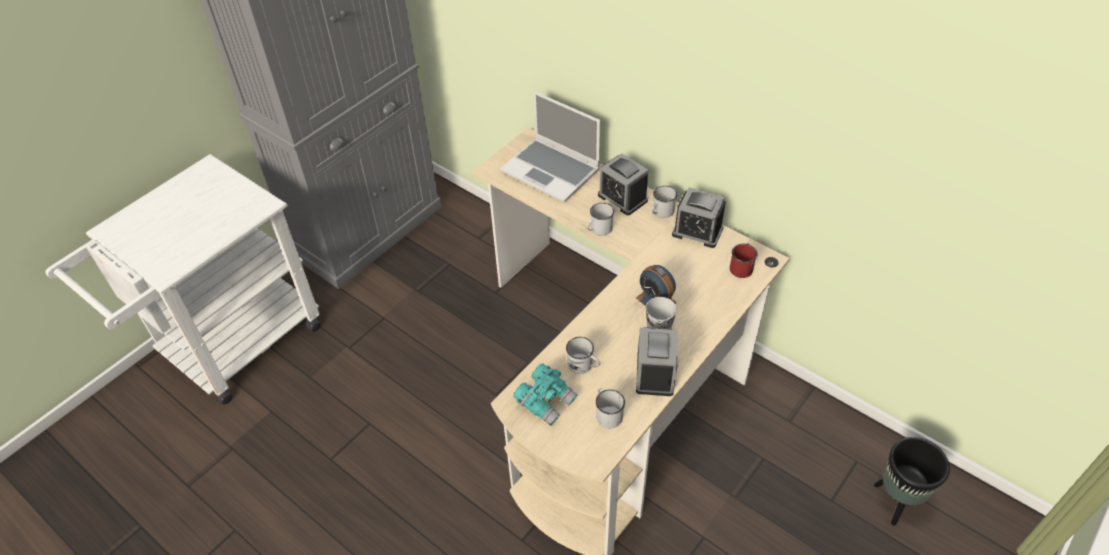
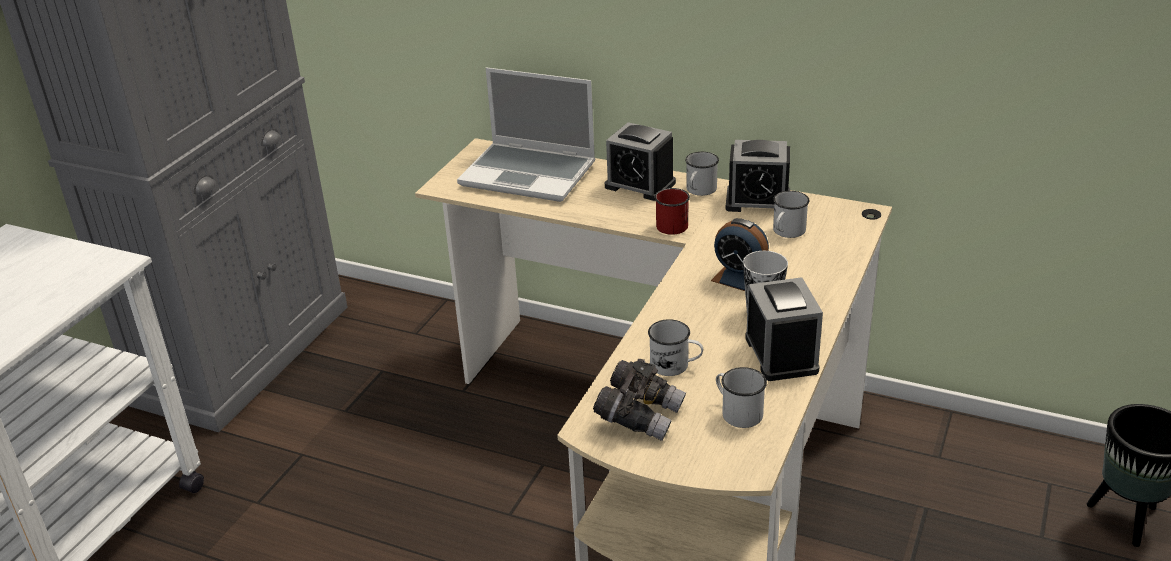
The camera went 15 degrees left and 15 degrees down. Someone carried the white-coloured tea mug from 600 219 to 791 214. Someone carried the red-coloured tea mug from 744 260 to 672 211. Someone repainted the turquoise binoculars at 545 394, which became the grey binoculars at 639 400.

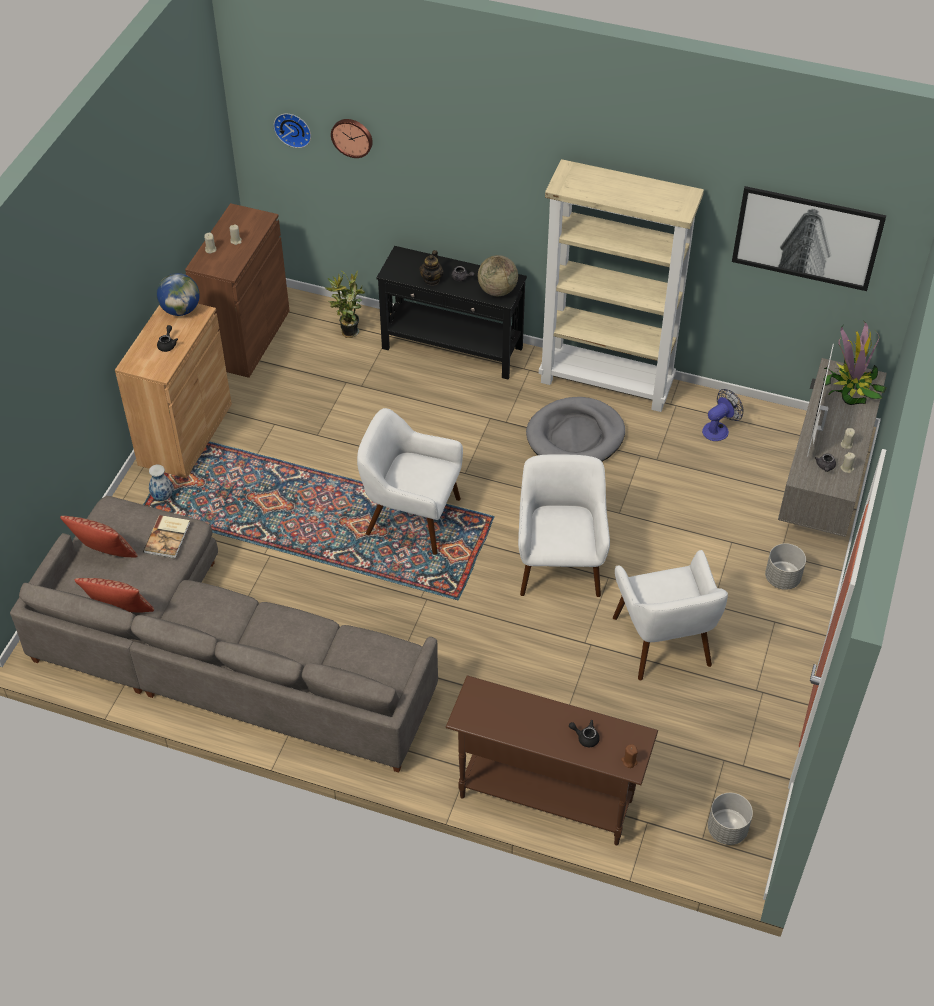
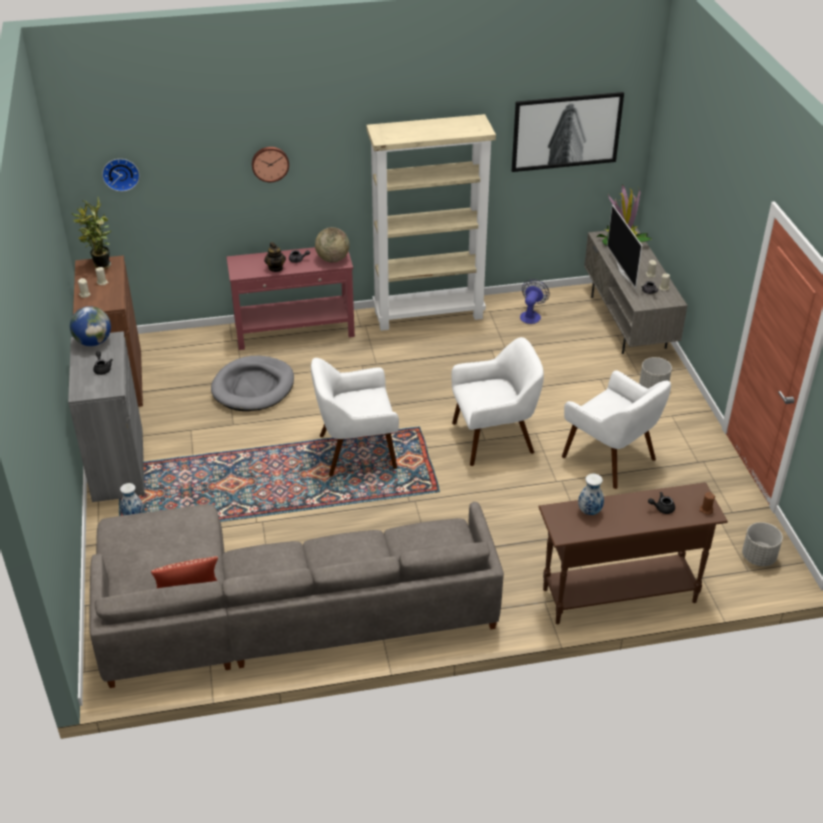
The camera went 30 degrees left and 10 degrees down. Someone carried the hanging clock from 352 138 to 270 164. Someone repainted the blackish console table at 452 312, which became the red-coloured console table at 290 298. Someone carried the houseplant from 345 304 to 92 233. Someone repainted the brown storage cabinet at 173 391, which became the grey storage cabinet at 106 416. Someone carried the grey dog cushion from 575 429 to 252 383. Someone rotated the white-coloured armchair at 564 525 by 105 degrees clockwise. Someone took away the bound book at 166 537. Someone took away the pillow at 98 537. Someone put down the vase at 591 494.

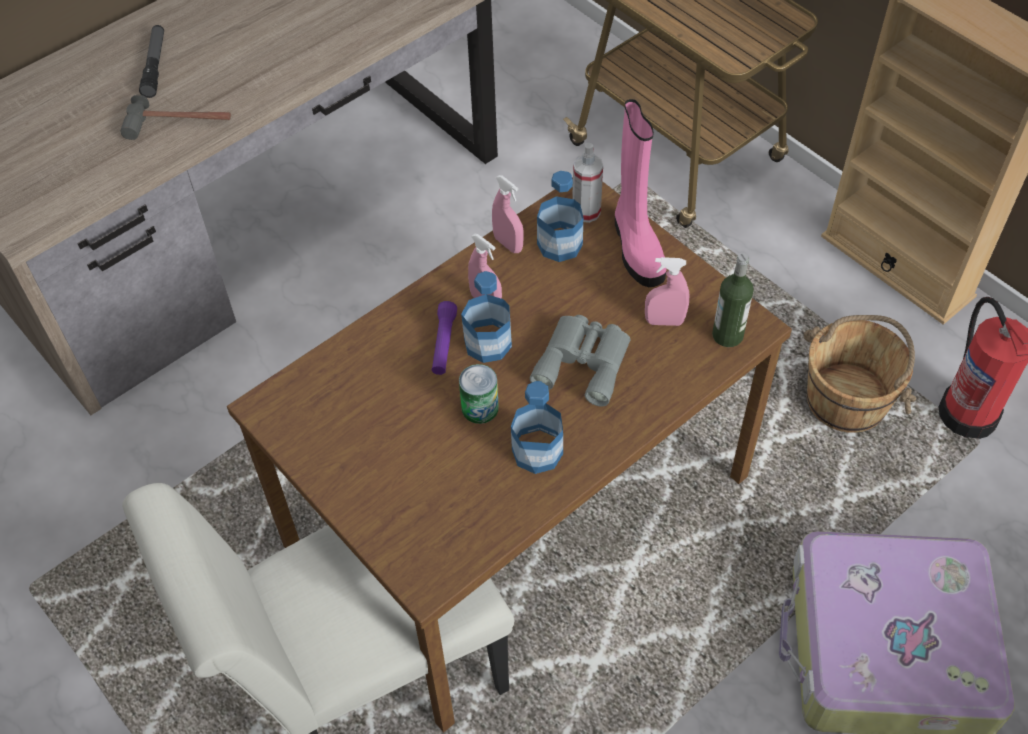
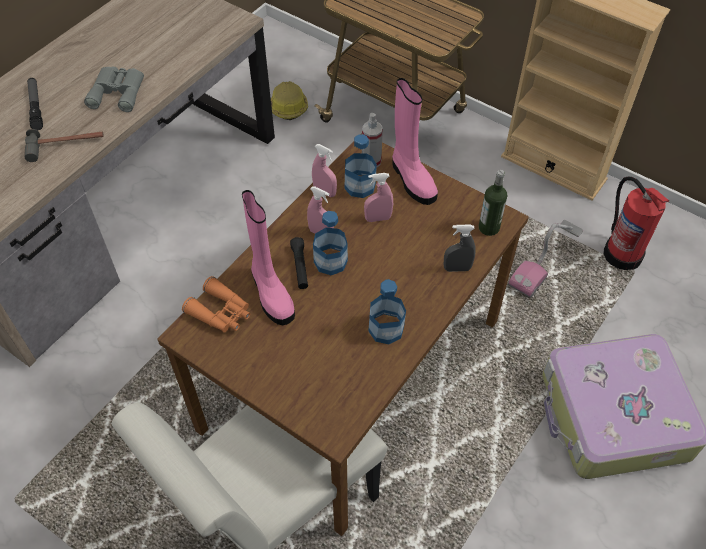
The camera went 15 degrees left and 0 degrees up. Someone carried the pink spray bottle from 667 291 to 378 197. Someone repainted the purplish torch at 444 338, which became the blackish torch at 299 263. Someone carried the grey binoculars from 580 361 to 114 89. Someone swapped the brown bucket at 860 374 for the vacuum cleaner at 545 259. Someone took away the can at 479 394. Someone put down the work helmet at 289 100. Someone put down the pink tall boot at 268 257. Someone put down the grey spray bottle at 460 248. Someone put down the orange-coloured binoculars at 216 304.

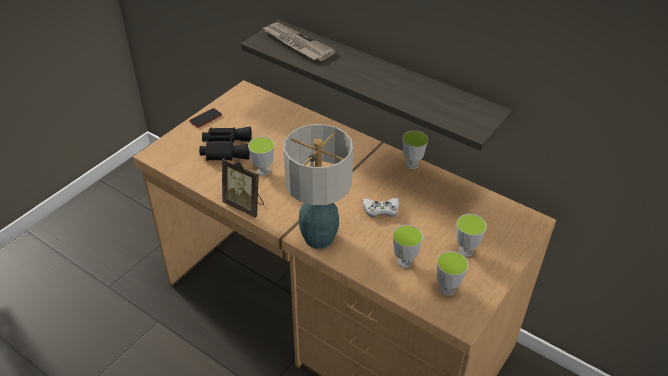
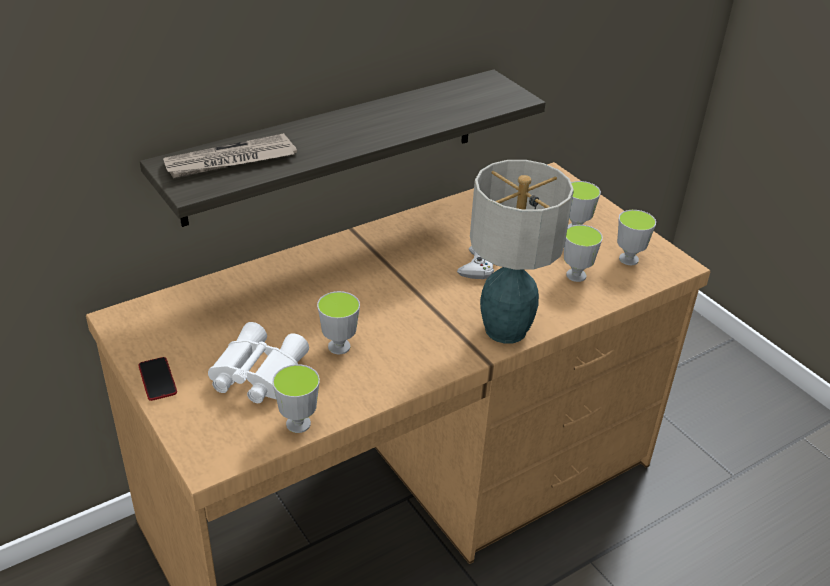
The camera went 70 degrees left and 5 degrees down. Someone repainted the blackish binoculars at 225 144, which became the white-coloured binoculars at 258 362. Someone carried the small cup from 415 149 to 296 398. Someone took away the picture frame at 243 188.

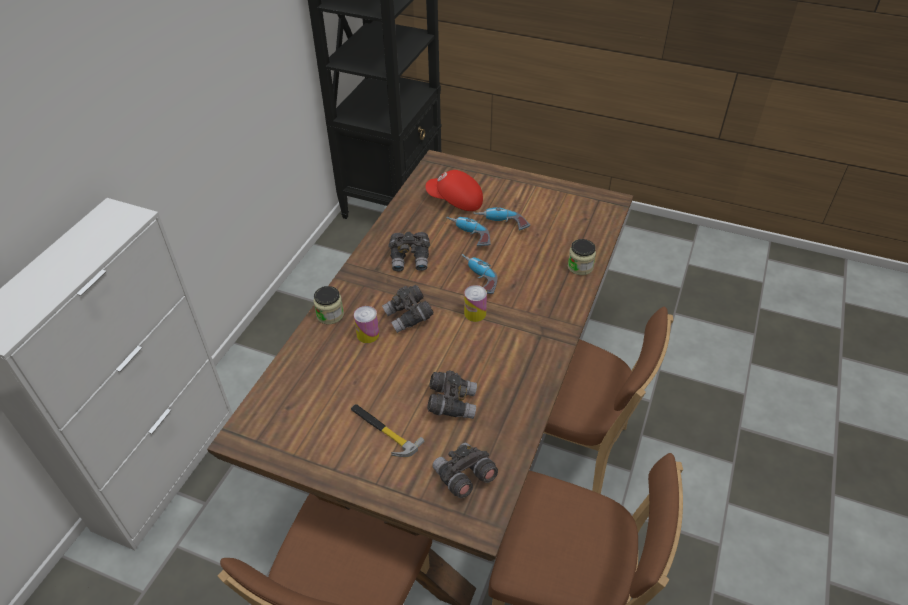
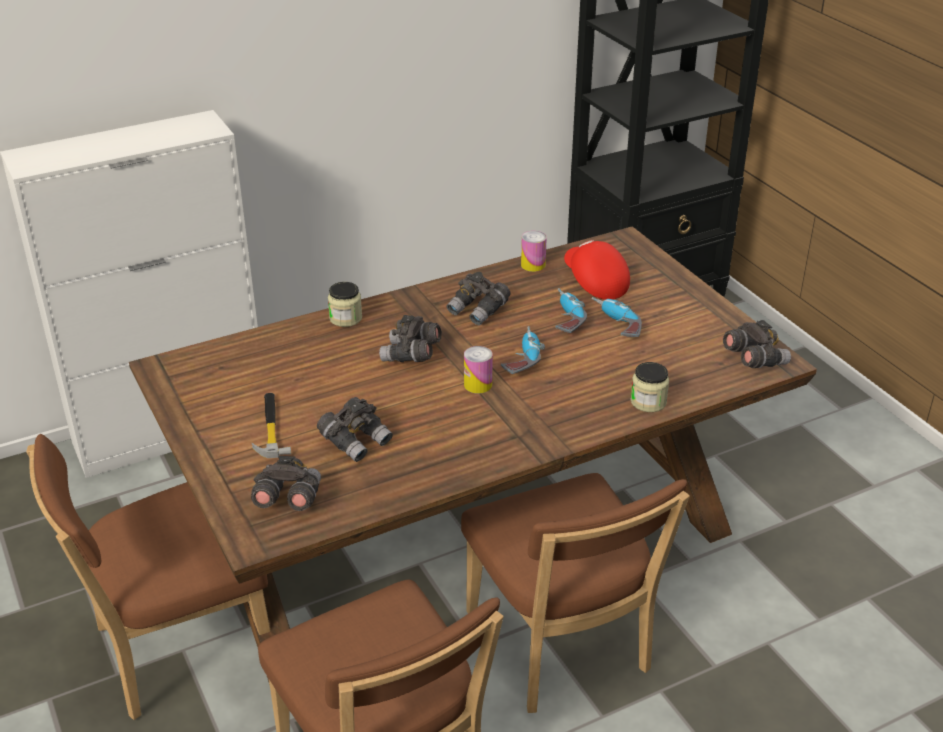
The camera went 40 degrees right and 10 degrees down. Someone carried the can from 366 324 to 534 251. Someone put down the grey binoculars at 757 344.

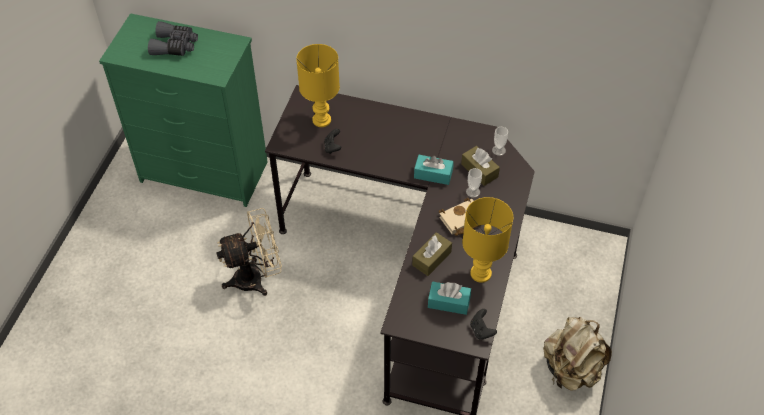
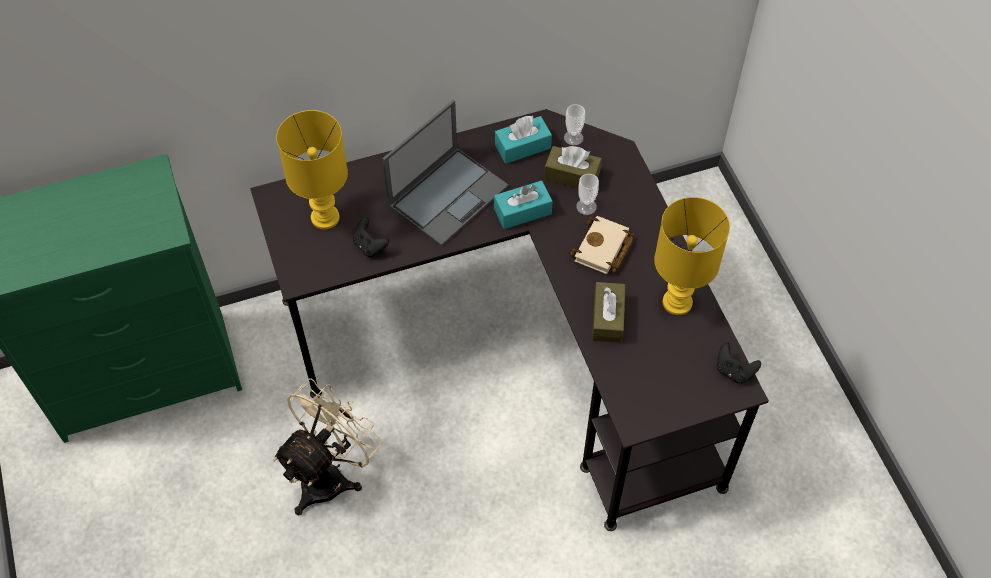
The camera went 35 degrees left and 5 degrees up. Someone took away the grey binoculars at 173 38. Someone carried the turquoise tissue box from 449 298 to 523 139. Someone took away the beige backpack at 577 354. Someone put down the portable computer at 445 173.

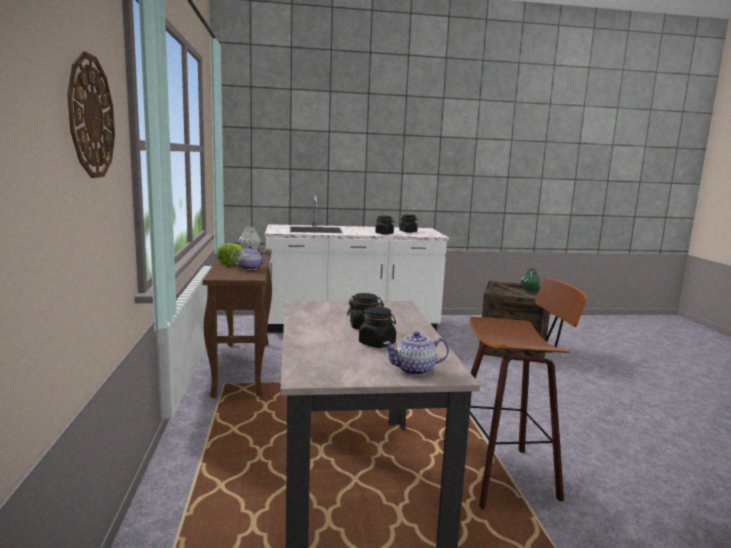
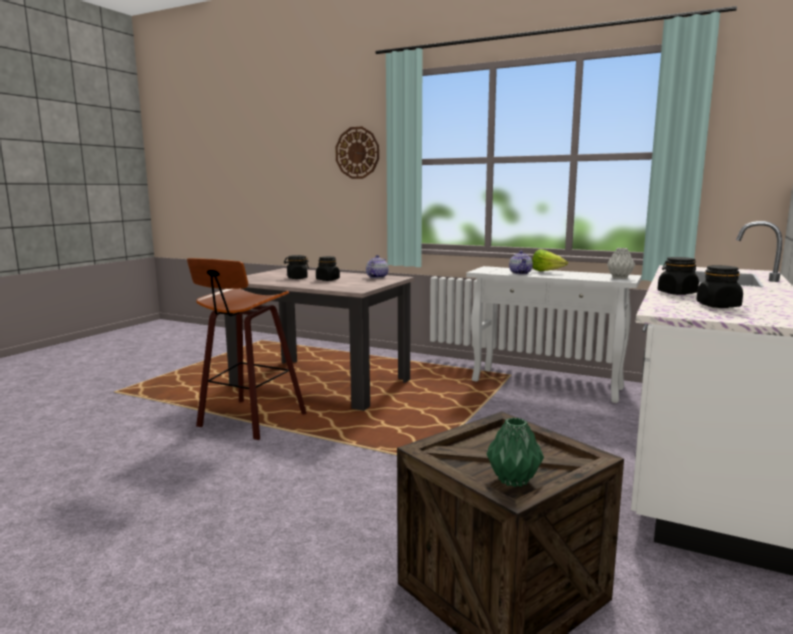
The camera went 125 degrees right and 0 degrees up. Someone repainted the brown console table at 237 323, which became the white-coloured console table at 554 334. Someone carried the tea pot from 416 353 to 377 266.

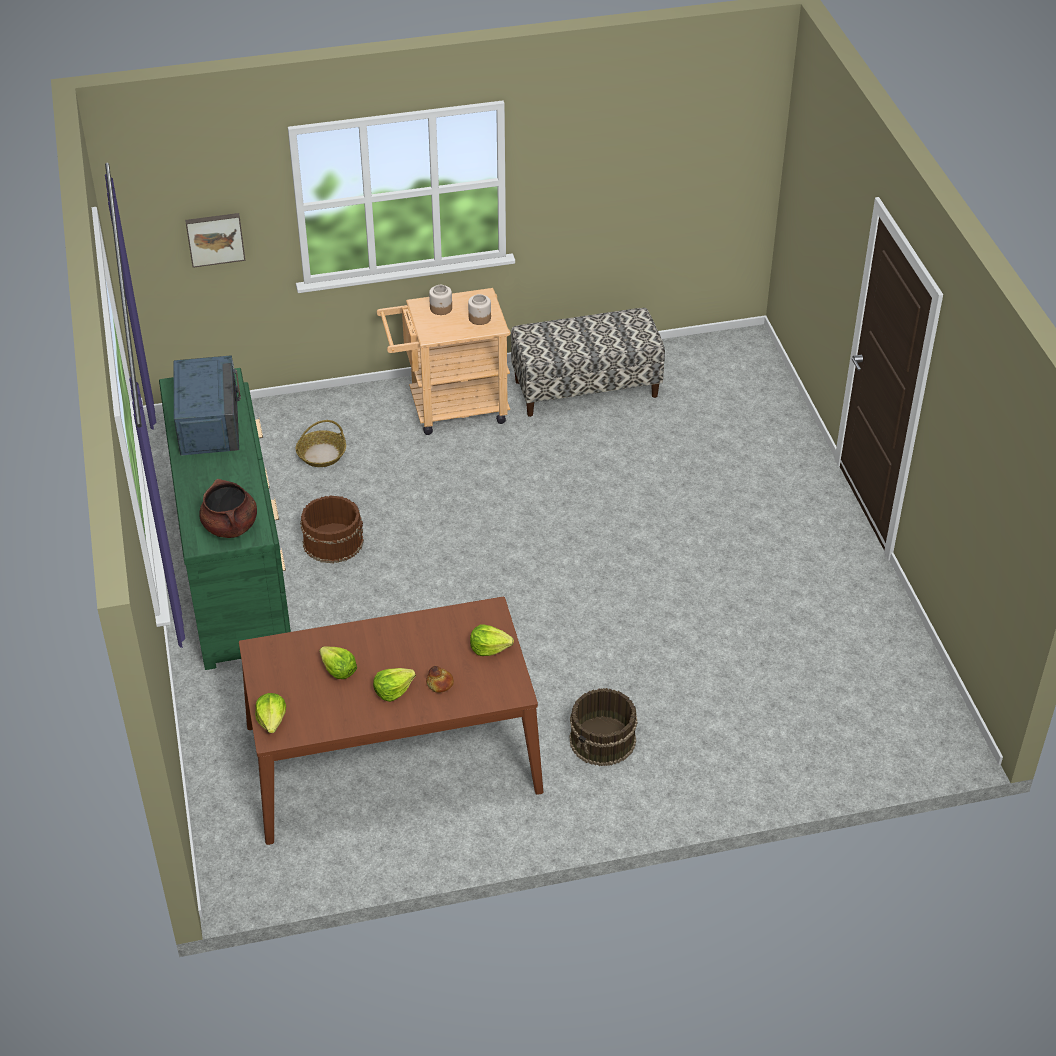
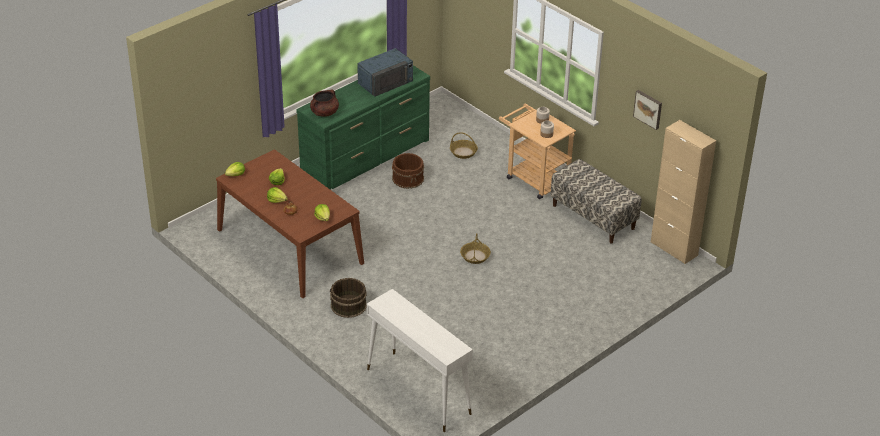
The camera went 60 degrees right and 5 degrees down. Someone carried the wall art from 215 240 to 647 110. Someone put down the beige storage cabinet at 683 192. Someone put down the storage basket at 475 248. Someone put down the white-coloured console table at 420 360.

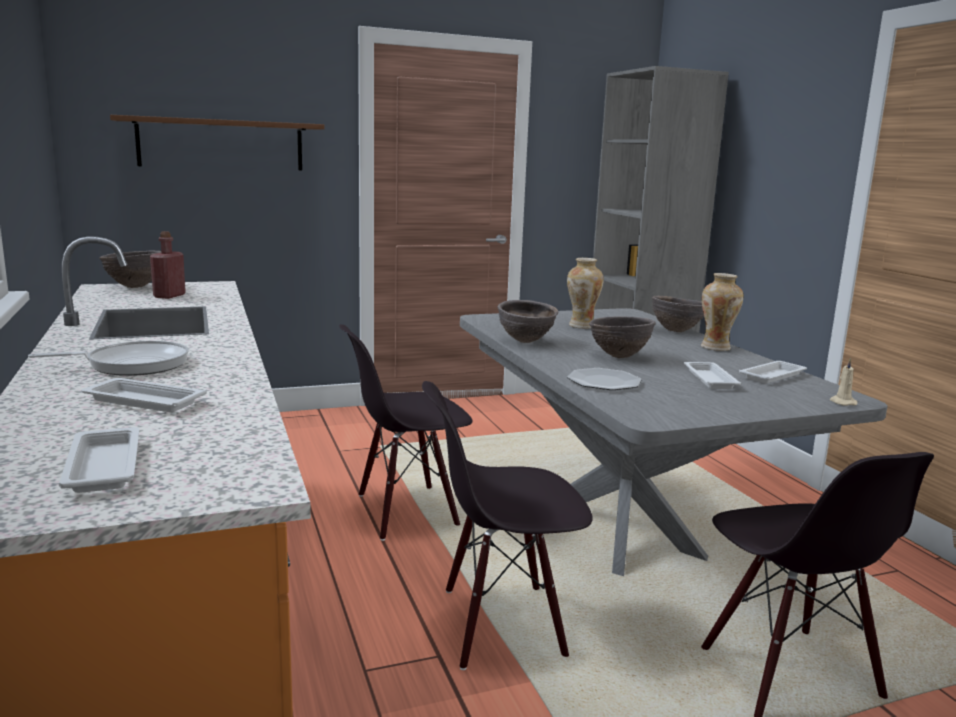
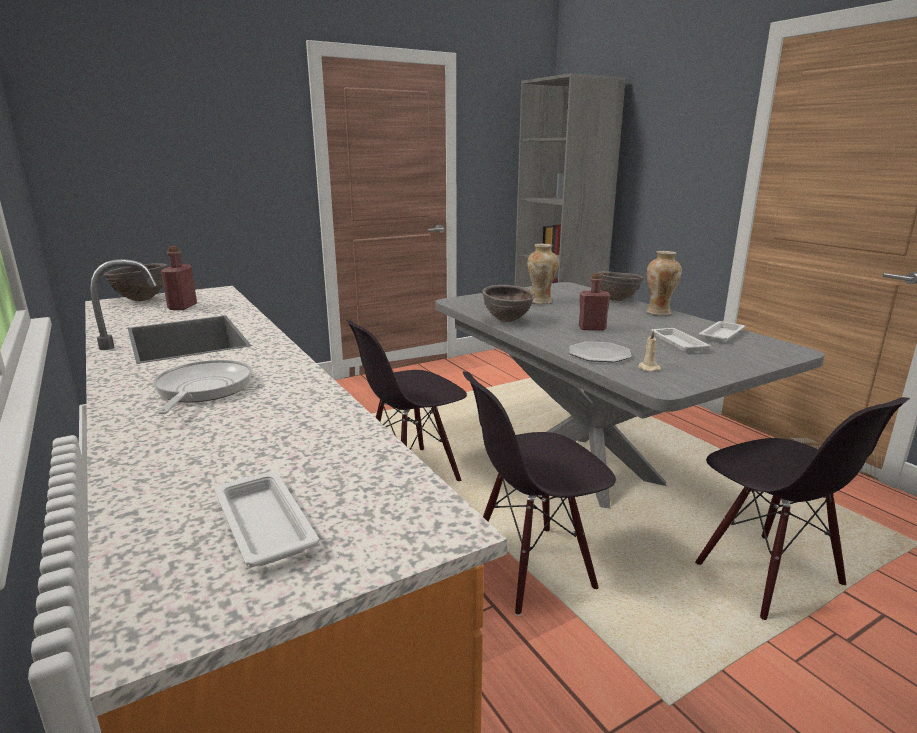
The camera went 10 degrees left and 5 degrees up. Someone took away the brown shelf at 217 142. Someone swapped the brown serving bowl at 622 337 for the red-coloured beverage bottle at 595 302. Someone rotated the skillet at 108 358 by 60 degrees counterclockwise. Someone carried the beige wax light from 844 382 to 649 351. Someone took away the white-coloured serving tray at 144 395.

